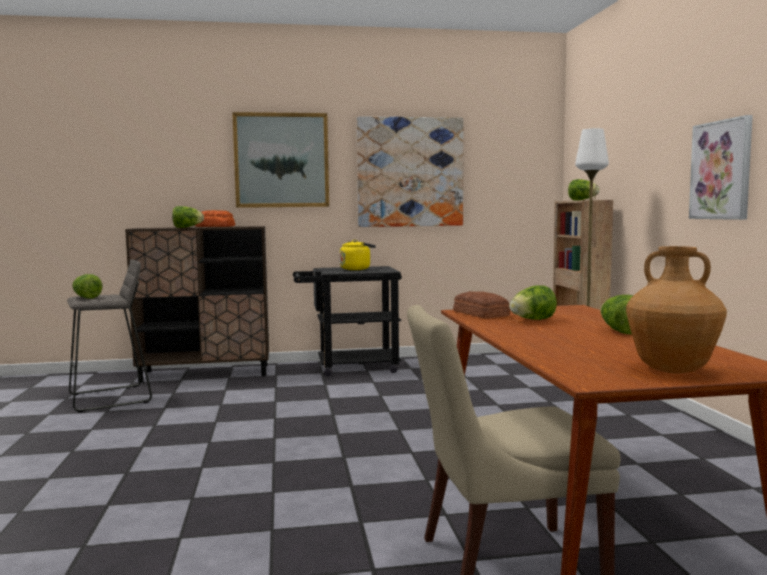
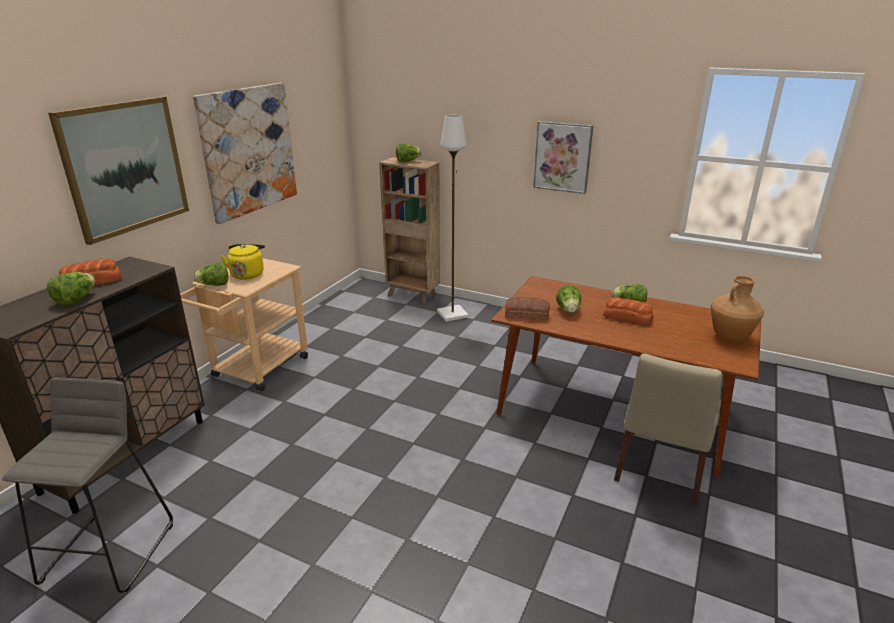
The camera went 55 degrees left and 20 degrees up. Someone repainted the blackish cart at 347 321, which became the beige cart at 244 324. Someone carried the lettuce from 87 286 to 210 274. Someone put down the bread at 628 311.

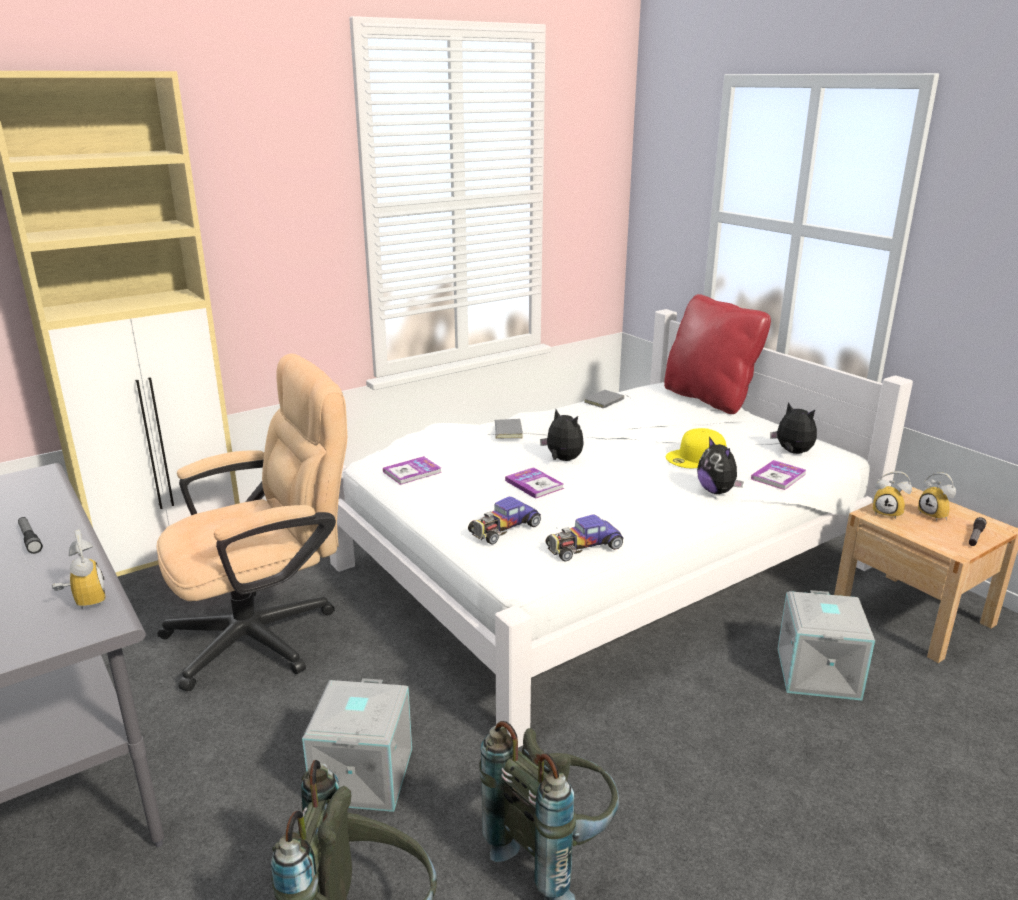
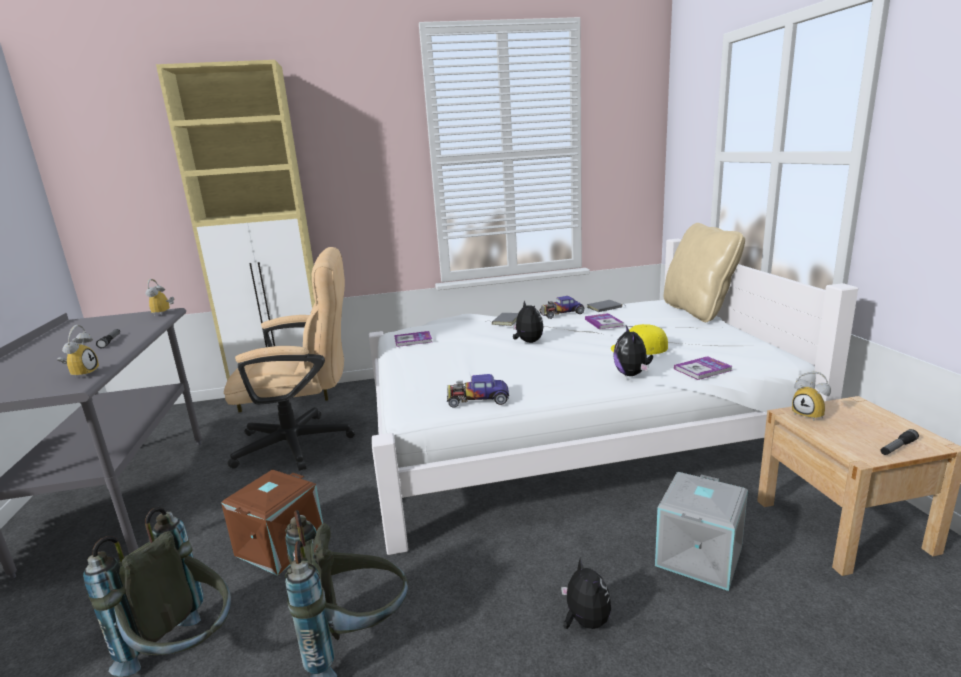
The camera went 25 degrees right and 5 degrees down. Someone repainted the red-coloured pillow at 717 354, which became the beige pillow at 704 272. Someone carried the soft toy from 793 428 to 586 593. Someone carried the bound book from 534 483 to 604 321. Someone carried the bedside clock from 937 497 to 159 297. Someone carried the miniature car from 504 521 to 562 307. Someone repainted the grey storage bin at 357 745, which became the brown storage bin at 272 522.

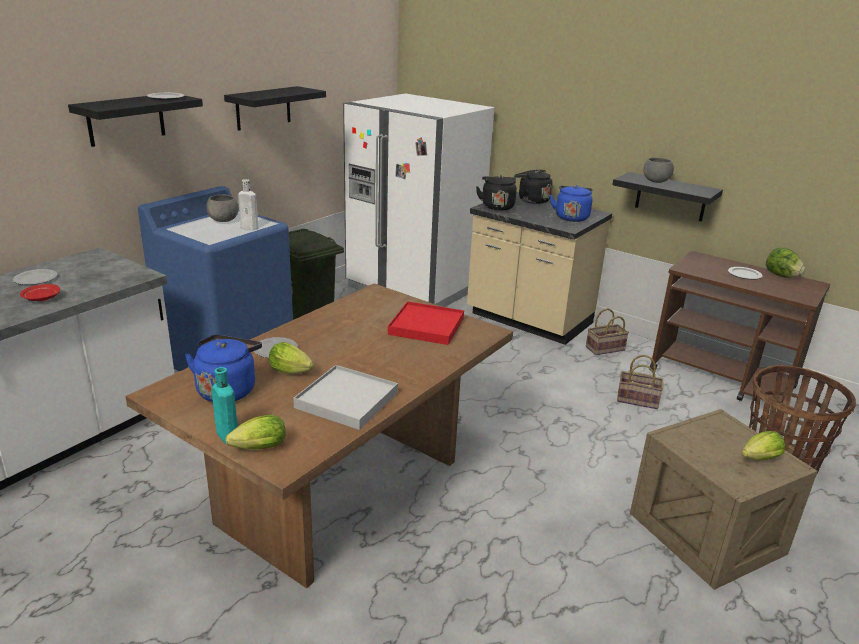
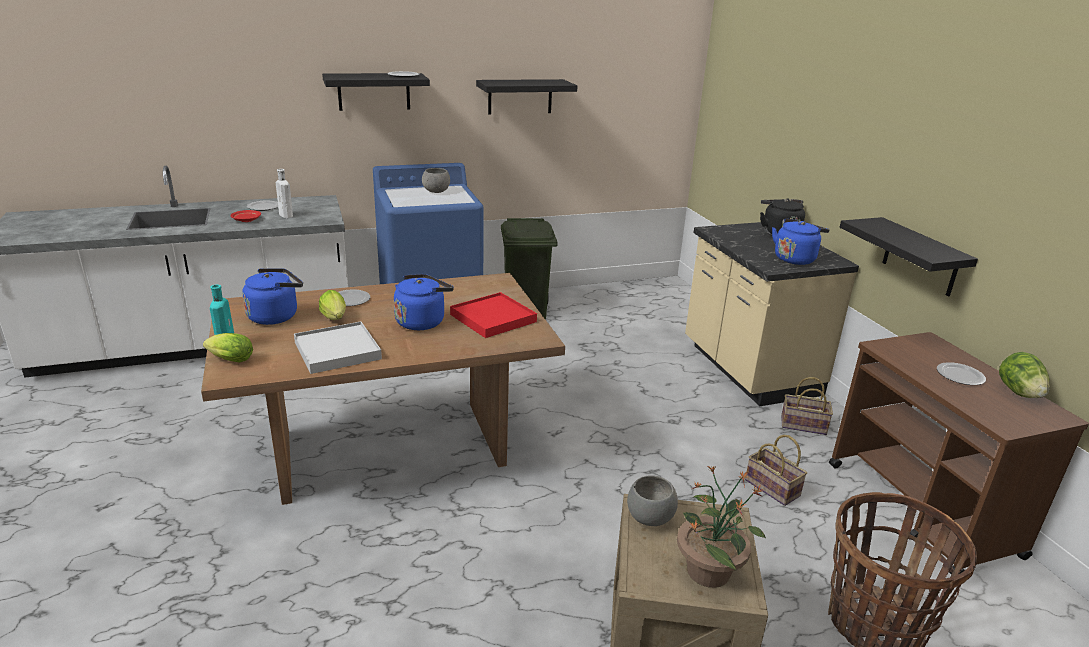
The camera went 35 degrees right and 0 degrees up. Someone took away the white-coloured fridge at 418 200. Someone carried the grey serving bowl from 658 170 to 652 500. Someone took away the blackish water kettle at 496 193. Someone carried the white-coloured beverage bottle from 248 204 to 284 193. Someone swapped the lettuce at 763 445 for the houseplant at 721 526. Someone put down the blue water kettle at 424 302.

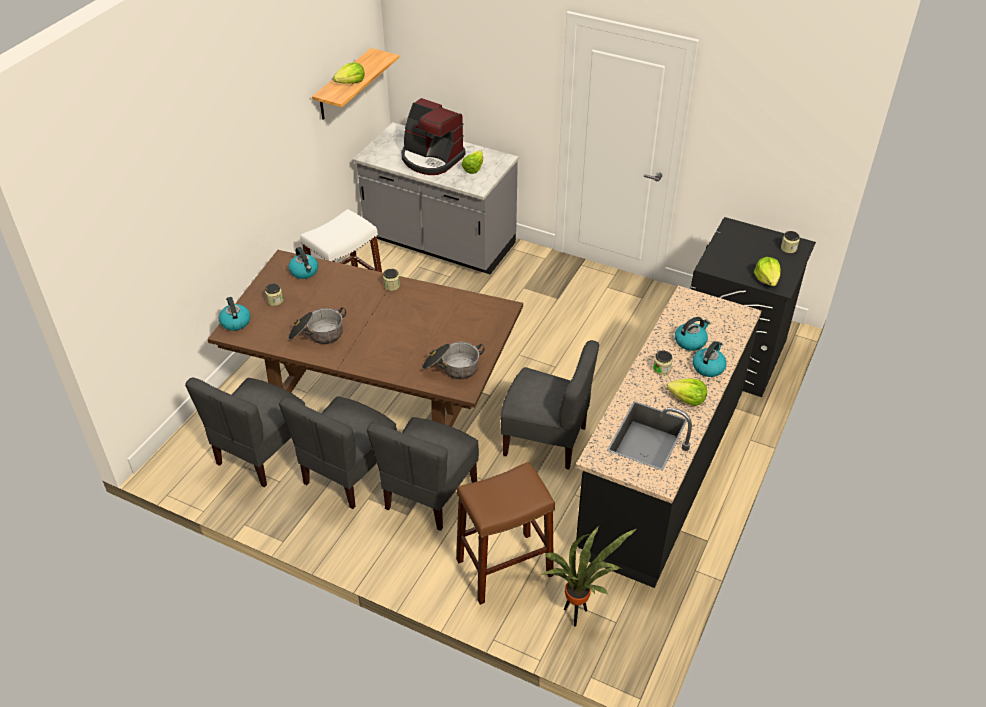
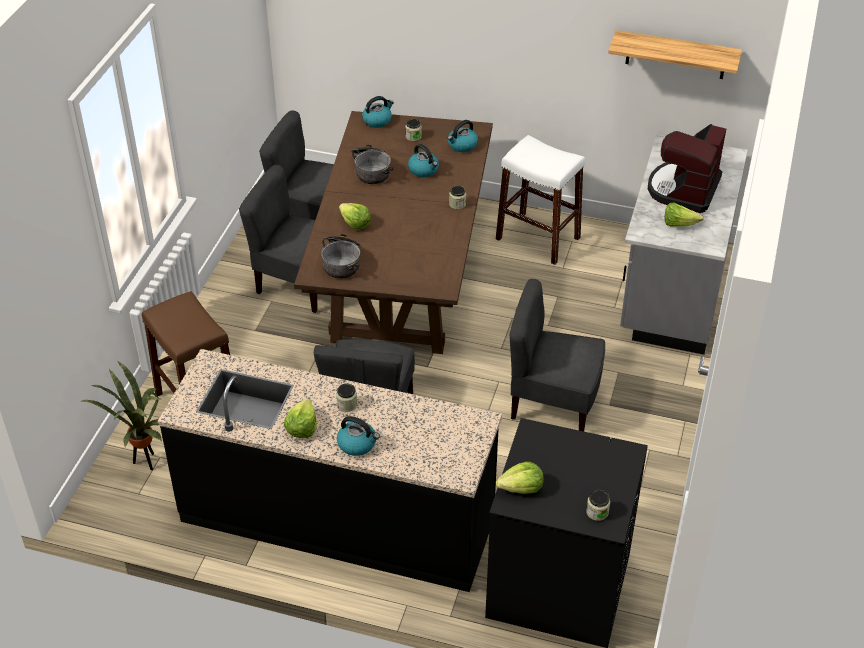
The camera went 80 degrees right and 0 degrees up. Someone carried the lettuce from 349 73 to 355 216. Someone carried the water kettle from 692 334 to 423 160. Someone carried the grey plain chair from 423 474 to 557 355.

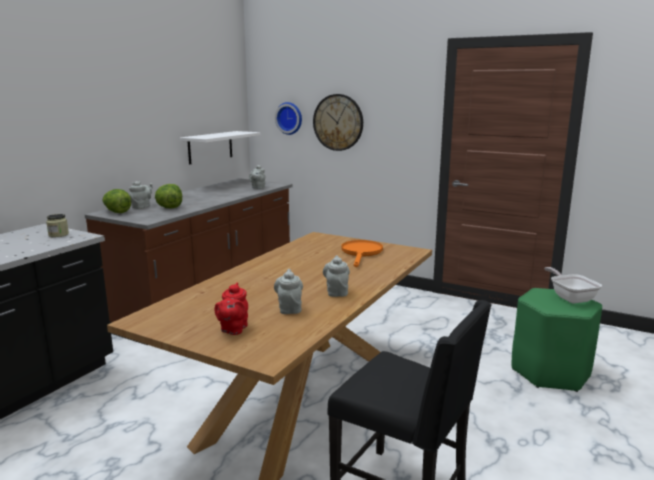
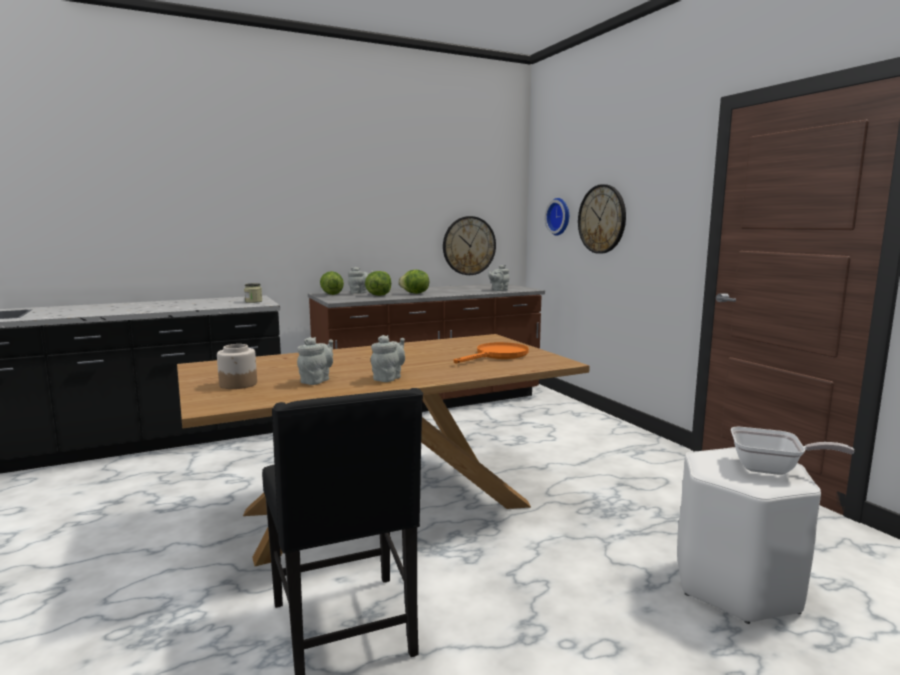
The camera went 35 degrees right and 5 degrees down. Someone swapped the white-coloured shelf at 220 148 for the hanging clock at 469 245. Someone rotated the skillet at 573 285 by 90 degrees clockwise. Someone swapped the red-coloured tea pot at 231 309 for the storage jar at 237 366. Someone repainted the green-coloured stool at 557 340, which became the white-coloured stool at 749 535. Someone put down the lettuce at 413 282.

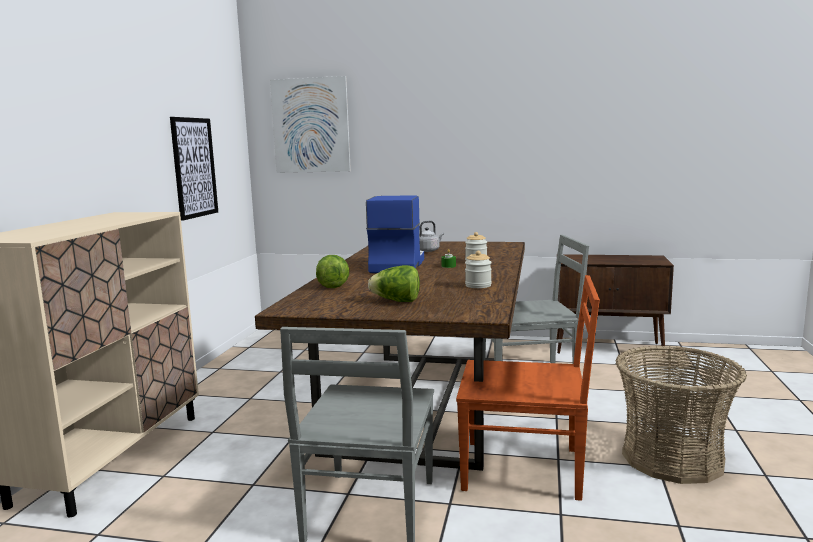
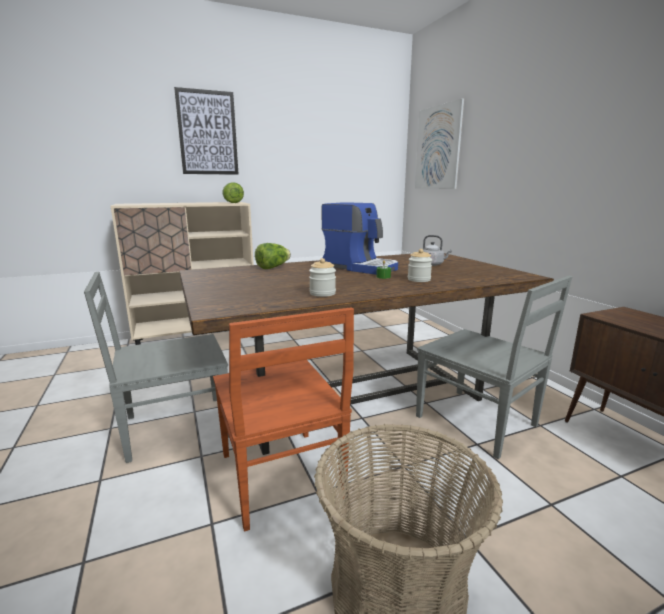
The camera went 55 degrees right and 5 degrees up. Someone carried the wall art from 194 169 to 206 131. Someone rotated the coffee brewer at 395 234 by 60 degrees clockwise. Someone carried the lettuce from 394 283 to 233 192.

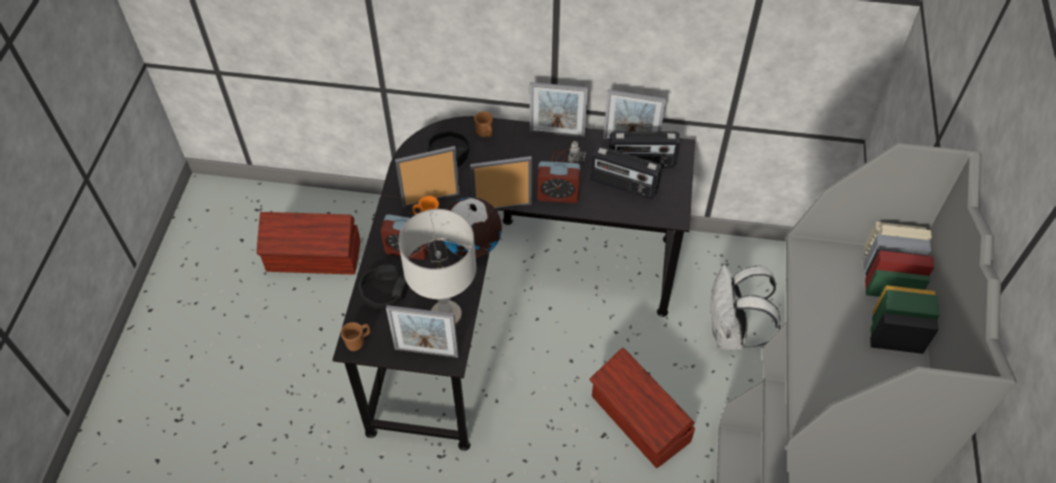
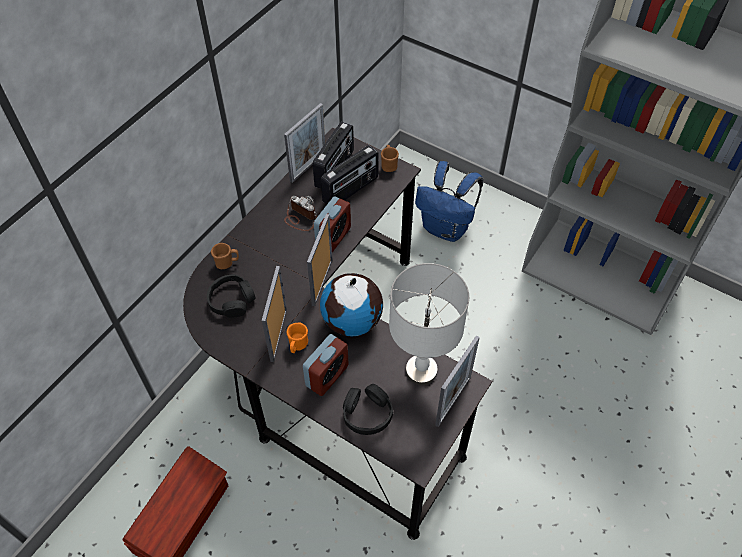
The camera went 65 degrees left and 0 degrees up. Someone took away the picture frame at 559 109. Someone repainted the white-coloured backpack at 745 307, which became the blue backpack at 449 201. Someone carried the brown tea mug from 355 336 to 390 158. Someone took away the brown storage bin at 642 407.

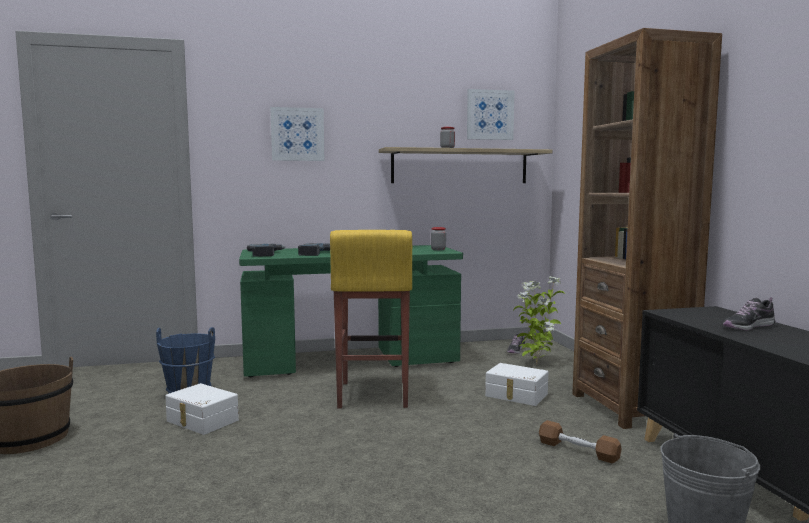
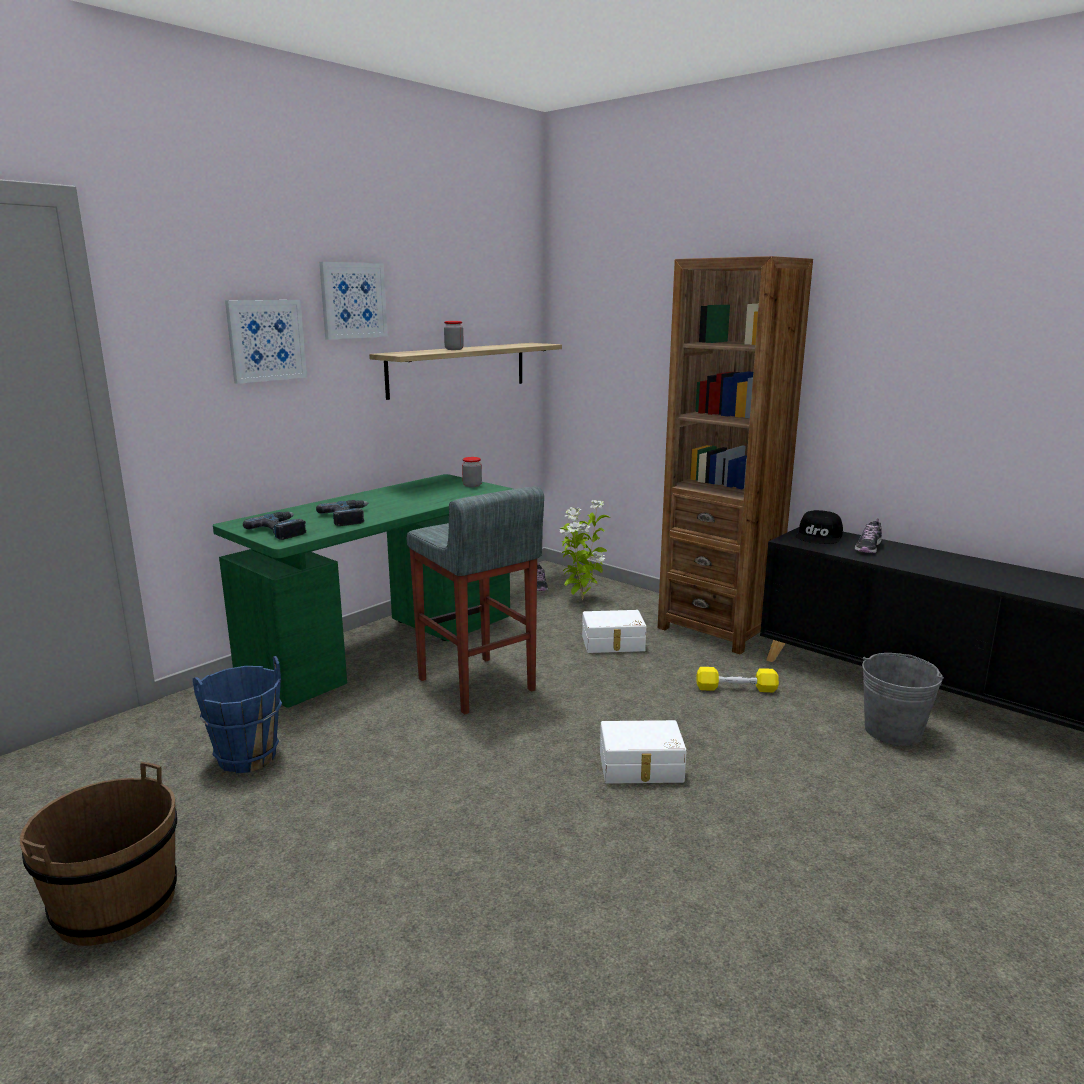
The camera went 35 degrees left and 10 degrees up. Someone carried the wall art from 491 114 to 353 301. Someone repainted the yellow-coloured stool at 371 319, which became the grey stool at 475 601. Someone carried the white-coloured storage bin from 202 409 to 643 752. Someone repainted the brown free weight at 580 441, which became the yellow-coloured free weight at 738 679. Someone put down the blackish peaked cap at 819 527.

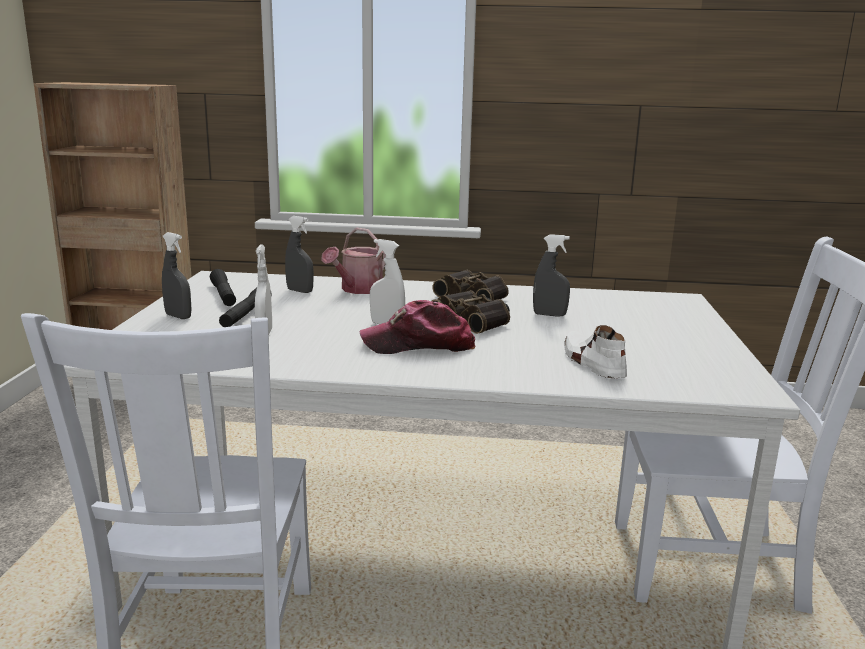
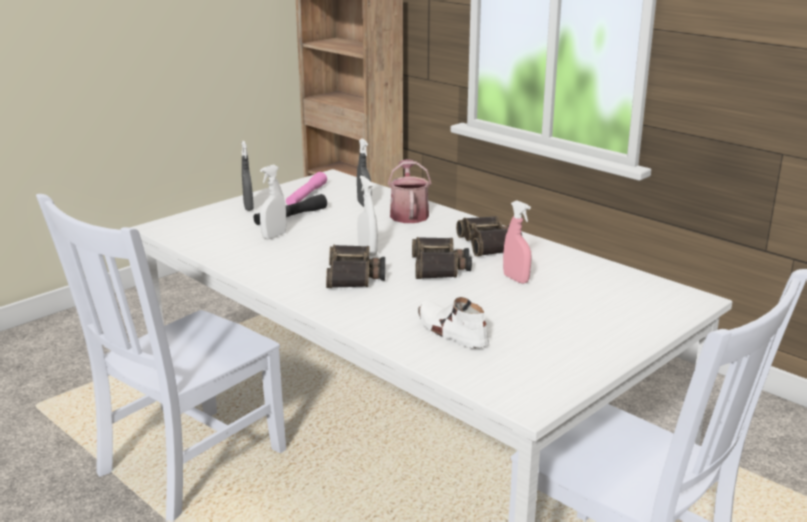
The camera went 40 degrees right and 5 degrees up. Someone rotated the watering can at 353 261 by 105 degrees clockwise. Someone repainted the grey spray bottle at 551 275, which became the pink spray bottle at 517 242. Someone repainted the blackish torch at 223 287, which became the pink torch at 306 188. Someone swapped the peaked cap at 417 327 for the binoculars at 355 266. Someone rotated the white-coloured low shoe at 595 351 by 60 degrees counterclockwise.

